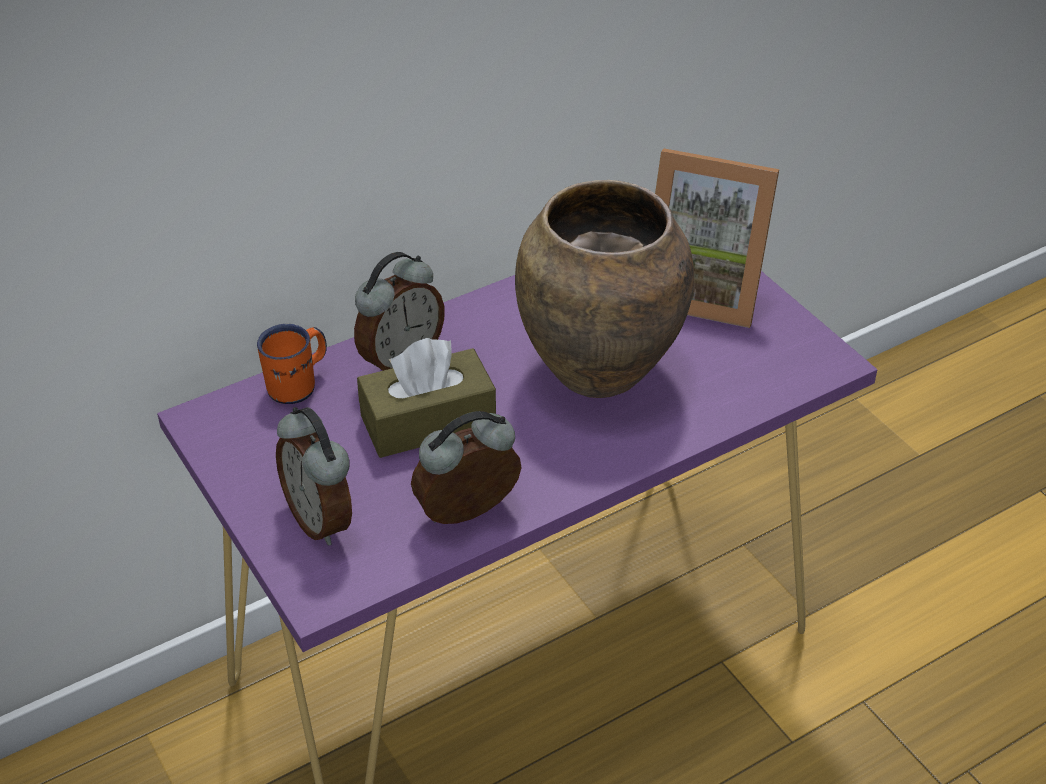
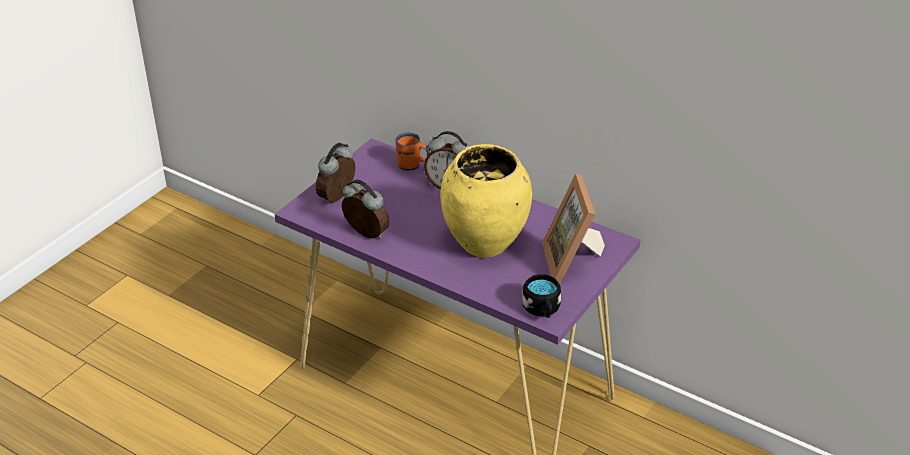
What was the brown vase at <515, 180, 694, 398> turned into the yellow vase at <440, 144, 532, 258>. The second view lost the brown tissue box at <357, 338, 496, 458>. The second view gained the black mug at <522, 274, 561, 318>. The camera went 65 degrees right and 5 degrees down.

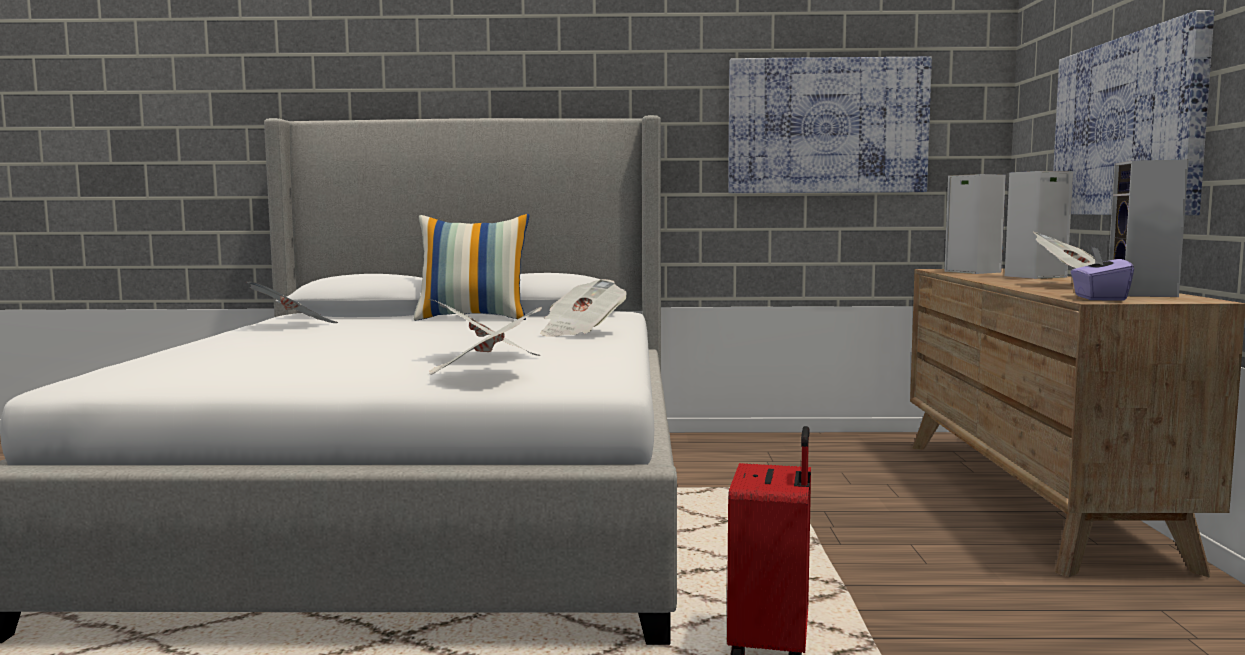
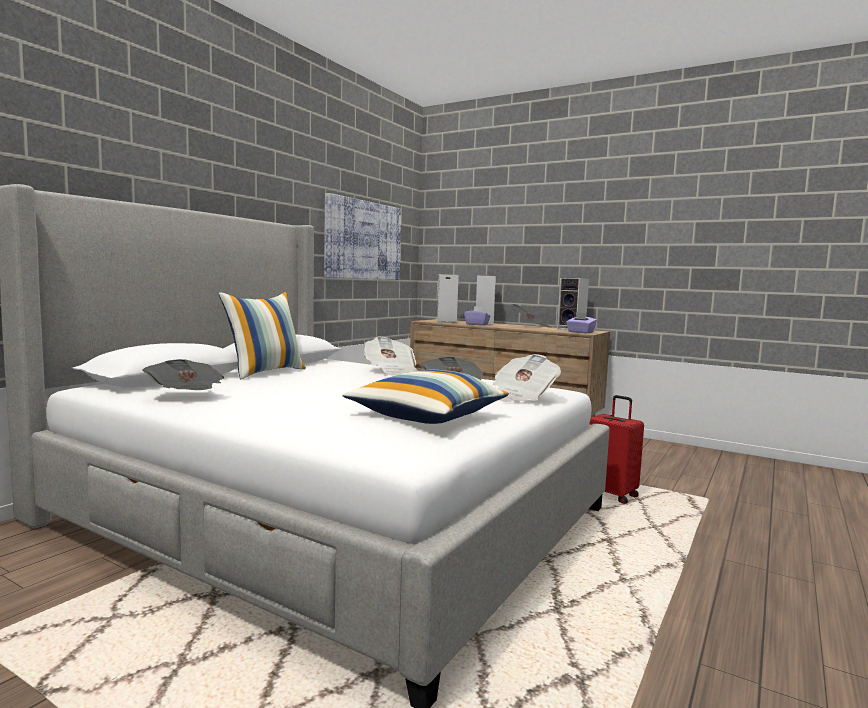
The second view lost the picture at <1053, 10, 1214, 215>. The second view gained the purple tissue box at <464, 306, 490, 325>. The second view gained the pillow at <342, 370, 509, 424>. The camera went 60 degrees left and 0 degrees up.

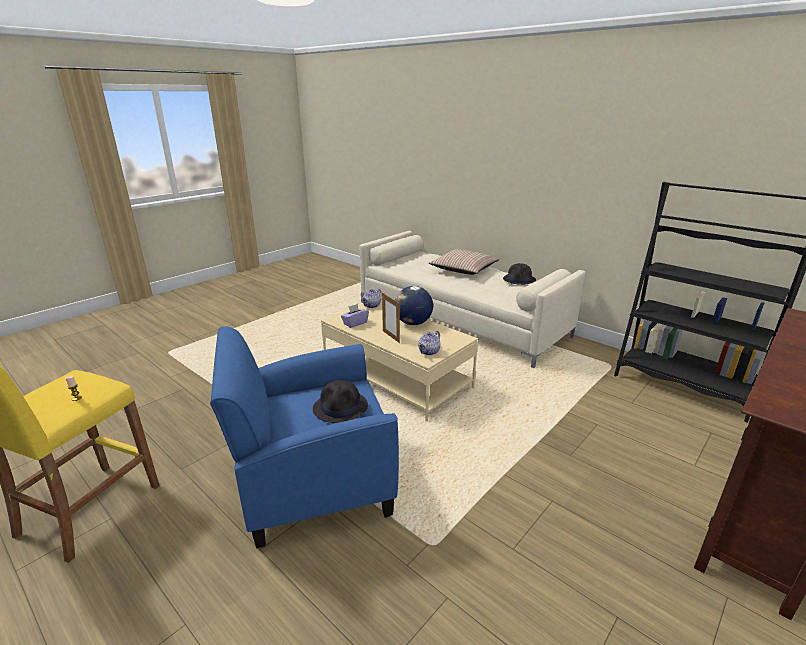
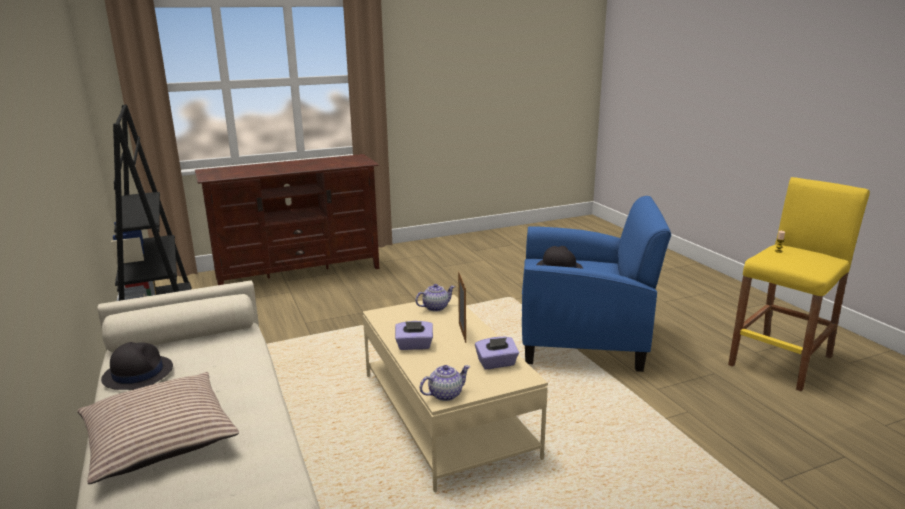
Where the globe stood at <395, 286, 433, 325>, the purple tissue box came to stand at <395, 321, 433, 350>. The camera went 155 degrees left and 5 degrees down.

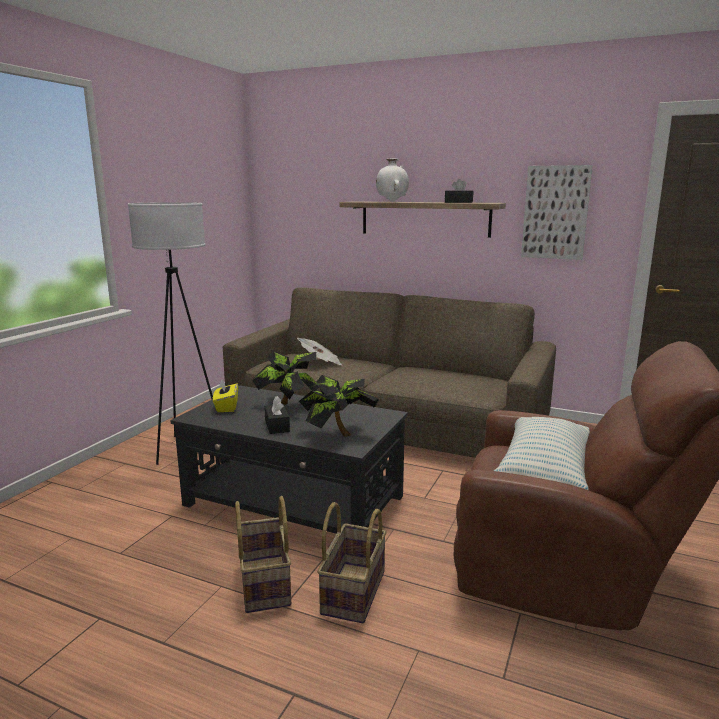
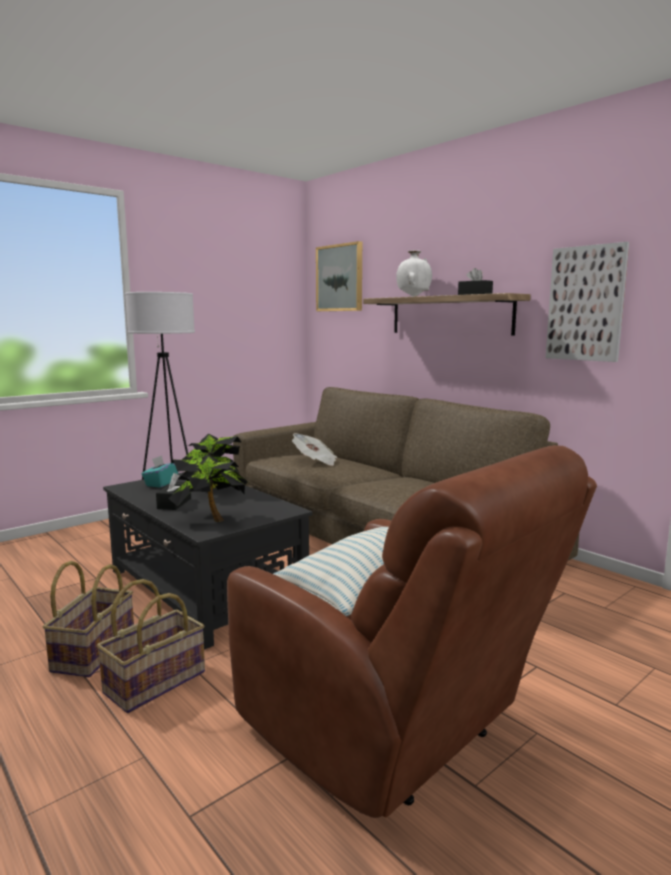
What was the yellow tissue box at <213, 379, 238, 412> turned into the turquoise tissue box at <142, 455, 178, 487>. The second view gained the picture at <316, 241, 362, 311>. The camera went 25 degrees right and 5 degrees down.

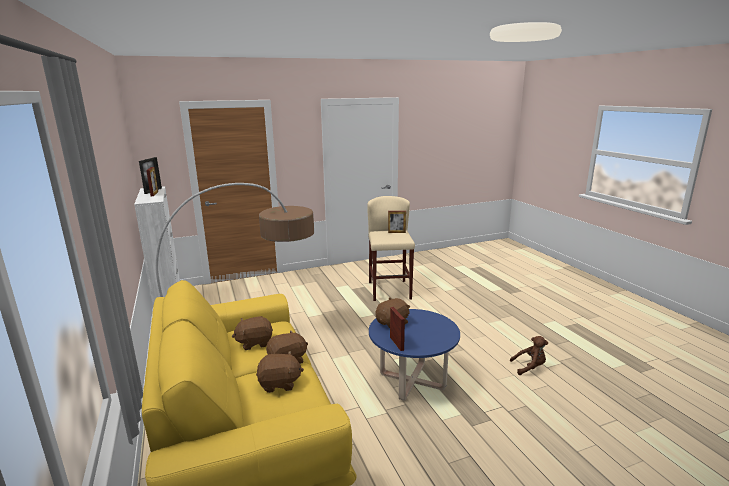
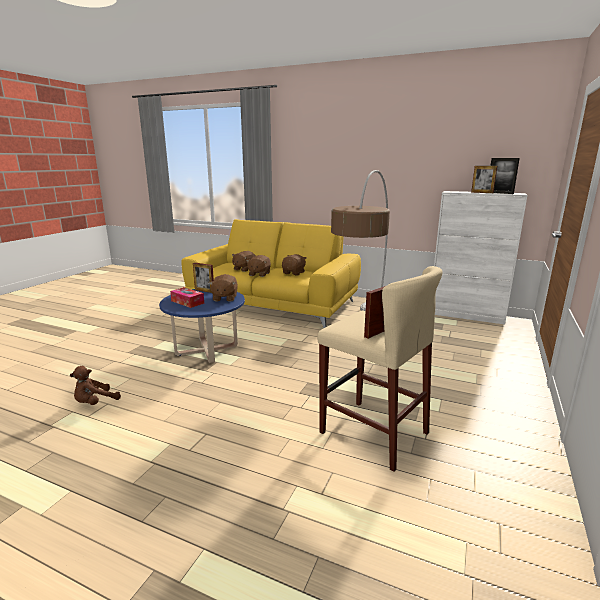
The second view gained the tissue box at <170, 287, 204, 308>. The camera went 135 degrees right and 0 degrees up.

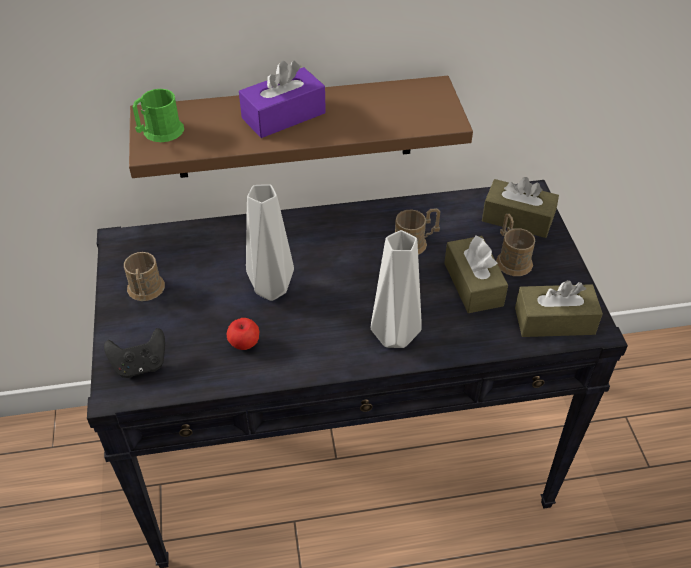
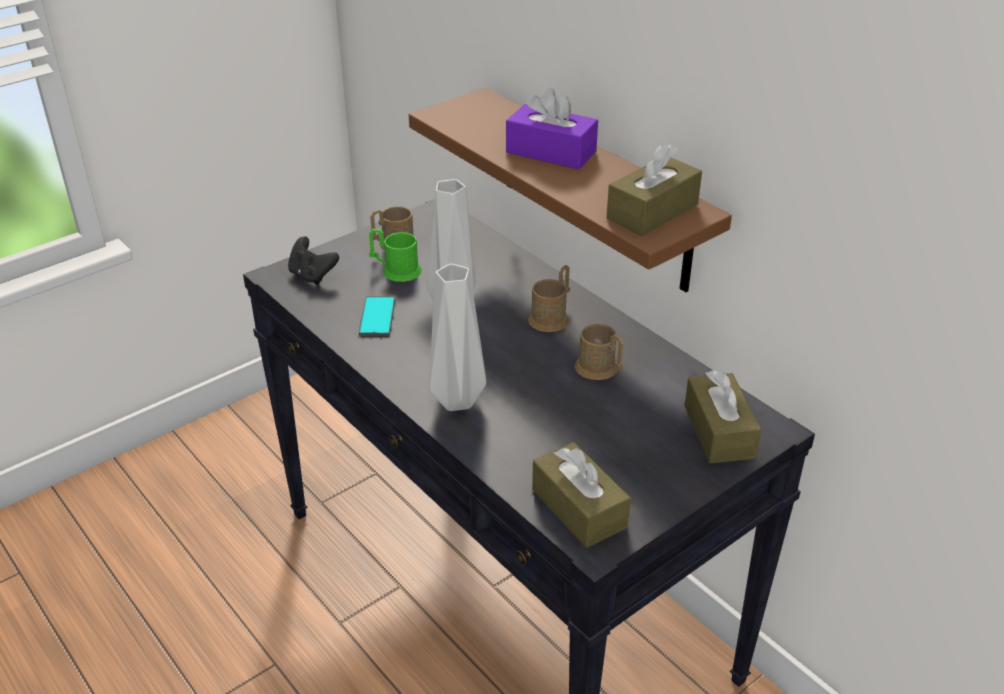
The green mug ended up elsewhere, having gone from <132, 89, 184, 142> to <369, 229, 422, 282>. The brown mug ended up elsewhere, having gone from <496, 214, 535, 276> to <528, 265, 570, 332>. The brown tissue box ended up elsewhere, having gone from <444, 235, 508, 313> to <607, 144, 702, 236>. Where the apple stood at <227, 318, 259, 350>, the phone came to stand at <359, 296, 395, 336>. The camera went 60 degrees right and 10 degrees down.

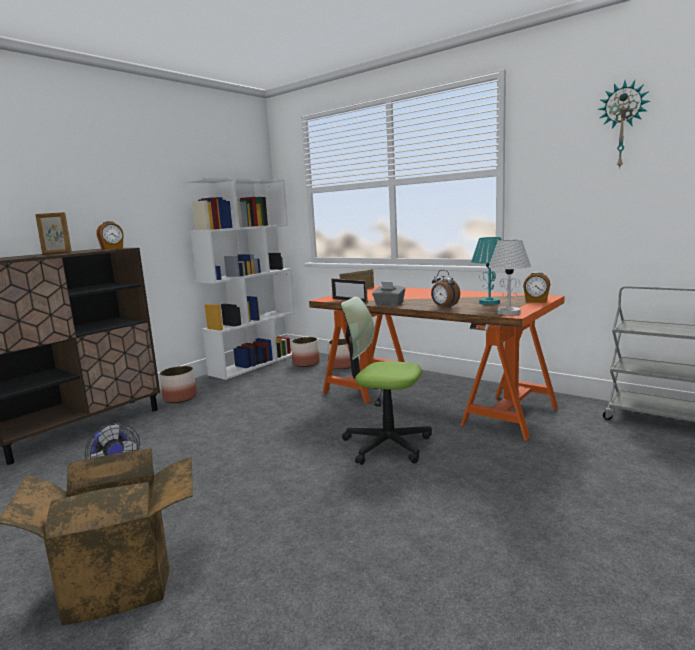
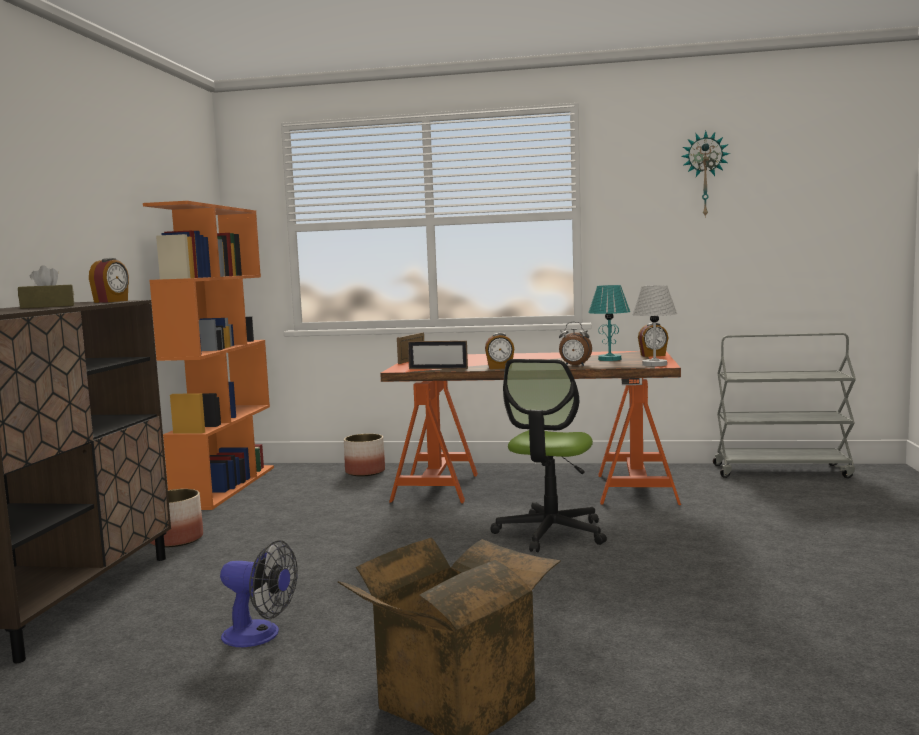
What was the white bookcase at <184, 178, 295, 380> turned into the orange bookcase at <143, 201, 274, 510>. Where the picture frame stood at <35, 212, 72, 255>, the brown tissue box came to stand at <18, 265, 74, 309>. Where the grey tissue box stood at <372, 282, 405, 305>, the alarm clock came to stand at <485, 333, 514, 369>. The office chair at <341, 296, 432, 465> ended up facing another way, 60 degrees counterclockwise from before. The second view lost the planter at <291, 337, 320, 367>. The camera went 30 degrees left and 5 degrees down.

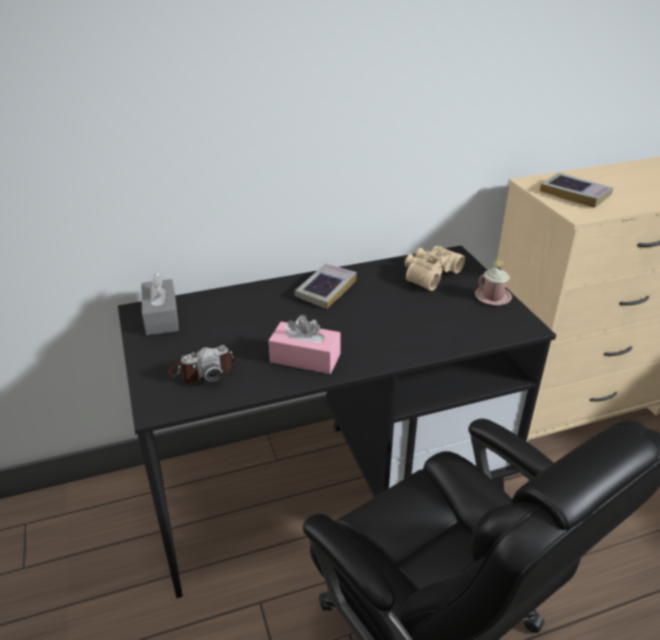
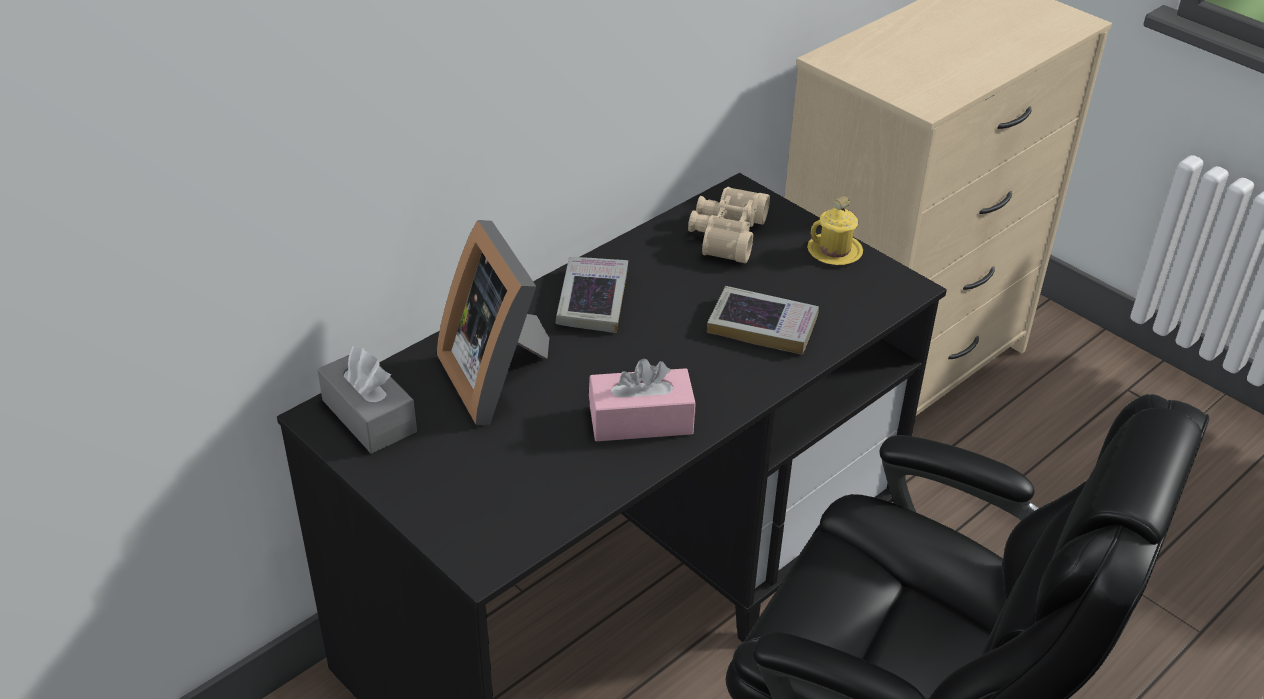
The book ended up elsewhere, having gone from <540, 173, 613, 208> to <707, 286, 819, 355>. What was the pink mug at <475, 260, 512, 305> turned into the yellow mug at <807, 196, 863, 265>. The second view lost the photo camera at <168, 345, 235, 383>. The second view gained the picture frame at <437, 220, 549, 425>. The camera went 25 degrees left and 5 degrees up.

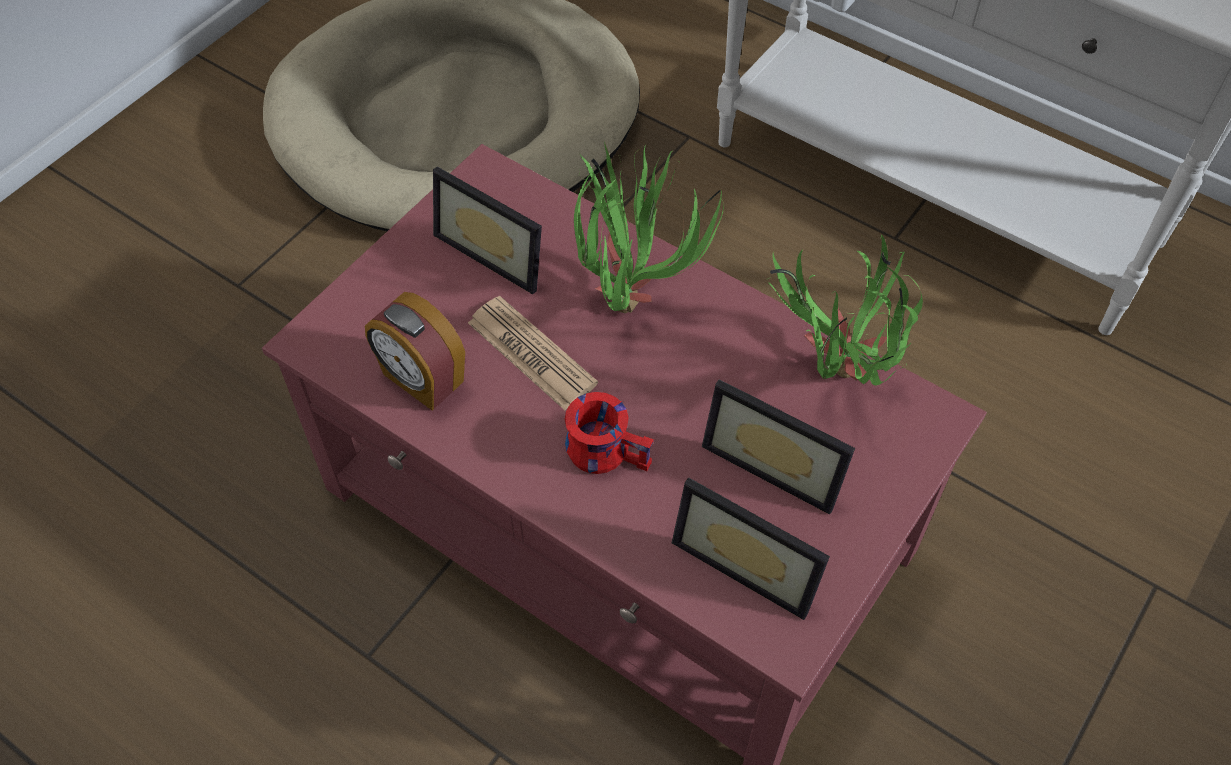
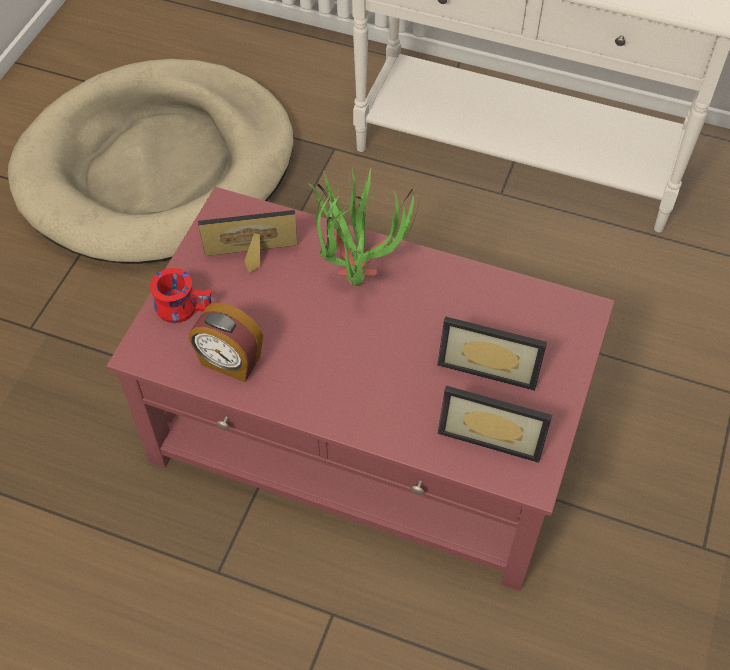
The picture frame at <433, 166, 542, 294> ended up facing another way, 150 degrees clockwise from before. The second view lost the potted plant at <768, 235, 923, 386>. The second view lost the newspaper at <468, 296, 598, 410>. The red mug ended up elsewhere, having gone from <565, 392, 654, 474> to <150, 268, 212, 323>. The camera went 15 degrees left and 0 degrees up.

